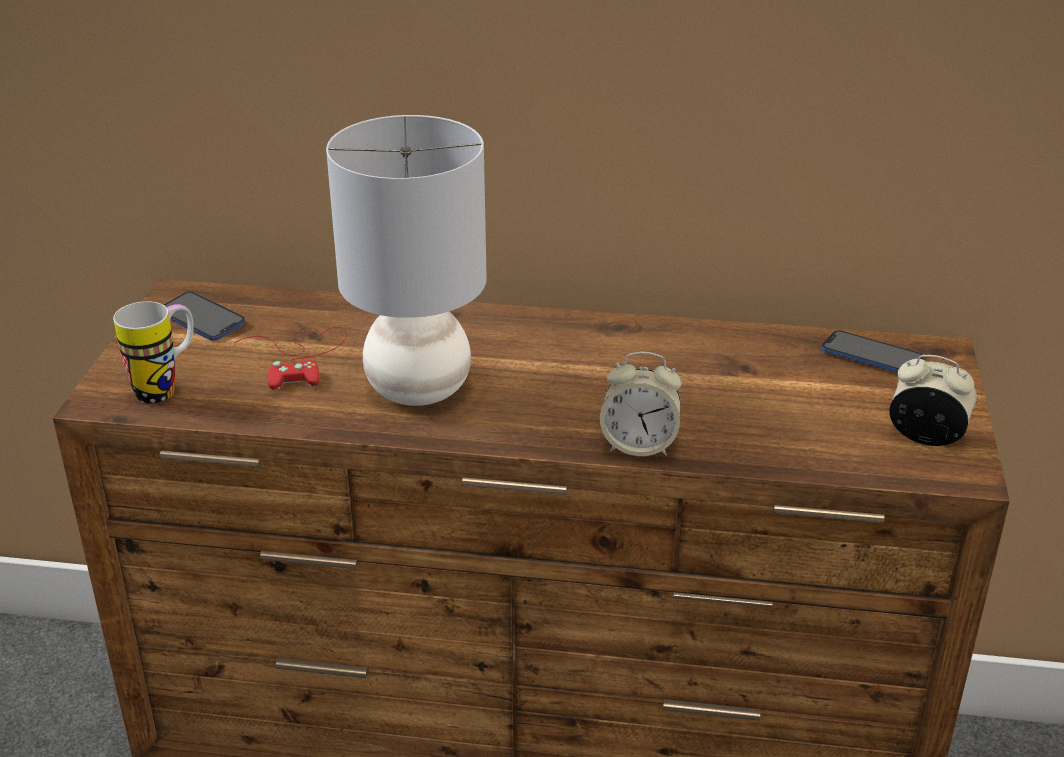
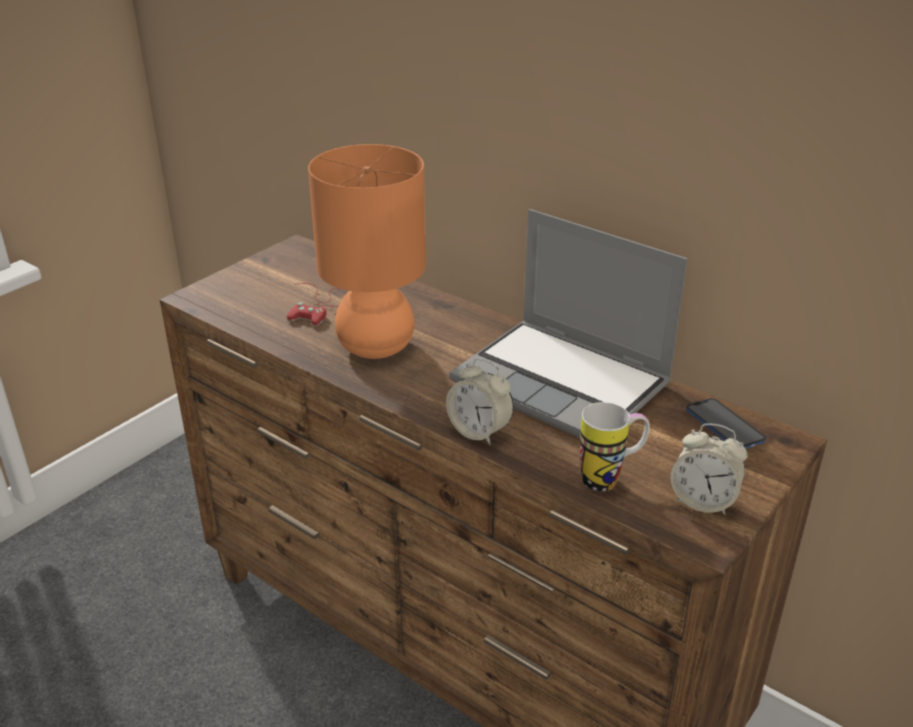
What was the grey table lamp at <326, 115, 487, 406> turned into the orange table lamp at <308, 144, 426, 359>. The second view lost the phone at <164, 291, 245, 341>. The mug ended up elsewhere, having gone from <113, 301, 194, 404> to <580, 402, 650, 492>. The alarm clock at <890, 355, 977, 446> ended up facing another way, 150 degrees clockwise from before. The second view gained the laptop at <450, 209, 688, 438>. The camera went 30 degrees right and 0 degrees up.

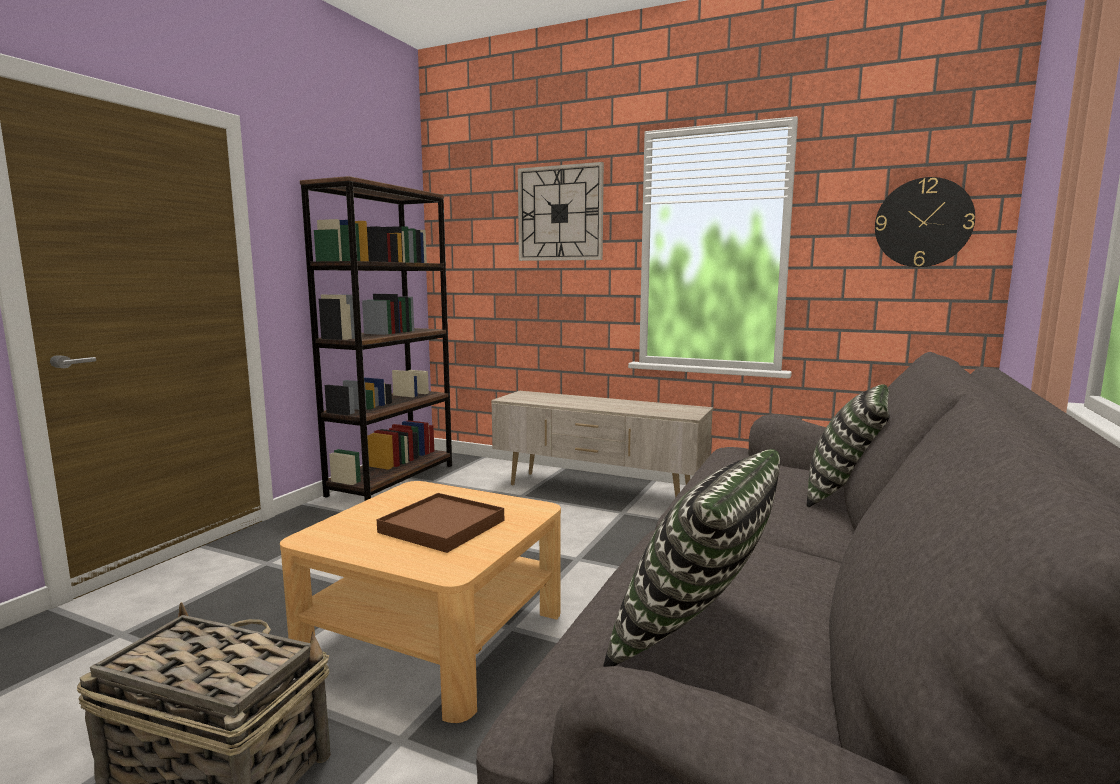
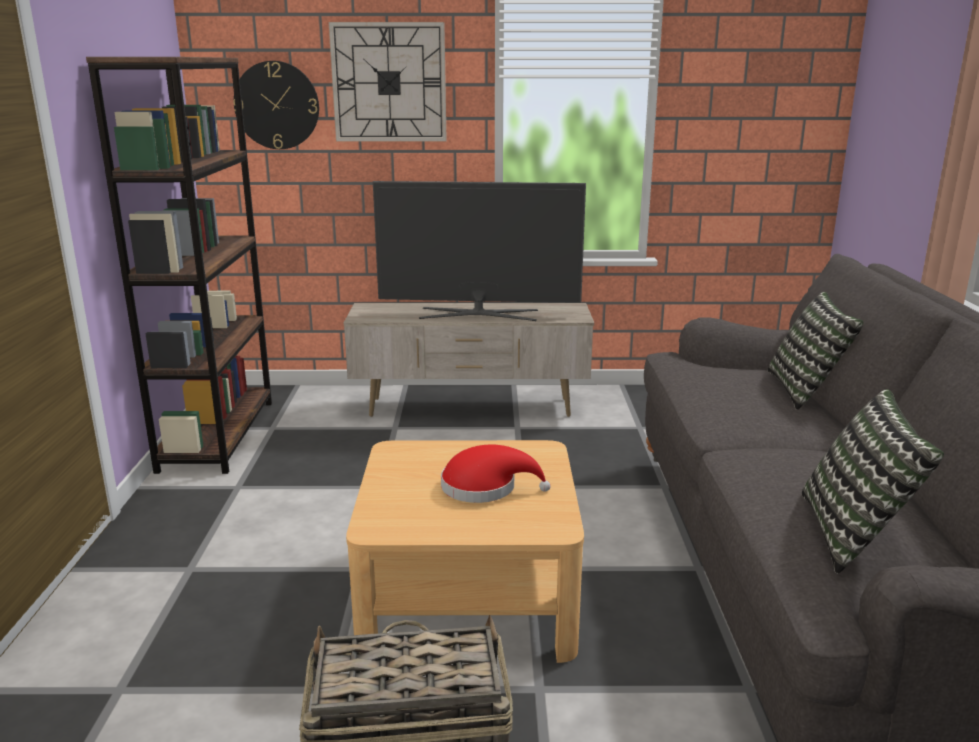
The wall clock ended up elsewhere, having gone from <875, 177, 975, 267> to <233, 61, 319, 149>. Where the brown tray stood at <377, 493, 504, 553>, the red hat came to stand at <441, 445, 550, 503>. The second view gained the television at <373, 181, 586, 321>. The camera went 25 degrees left and 10 degrees up.

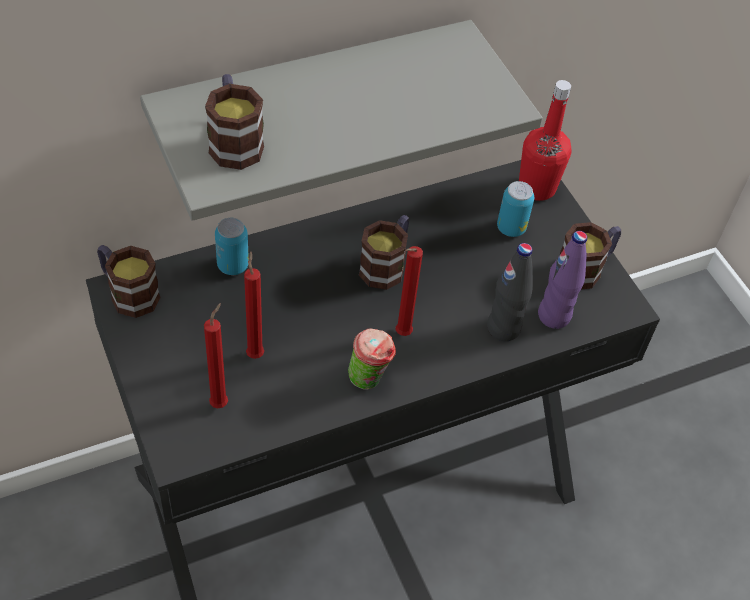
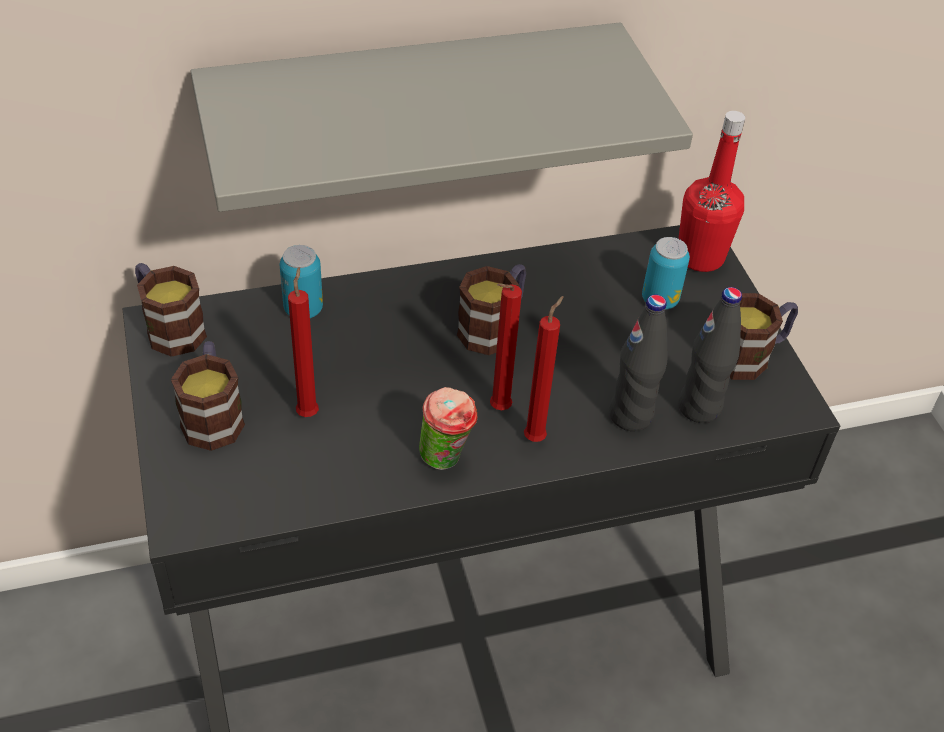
The mug ended up elsewhere, having gone from <205, 74, 264, 170> to <171, 341, 245, 451>. What was the purple bottle at <538, 231, 587, 329> turned into the black bottle at <678, 287, 742, 423>. The red candle ended up elsewhere, having gone from <204, 303, 228, 408> to <524, 296, 564, 442>. The camera went 10 degrees right and 5 degrees down.

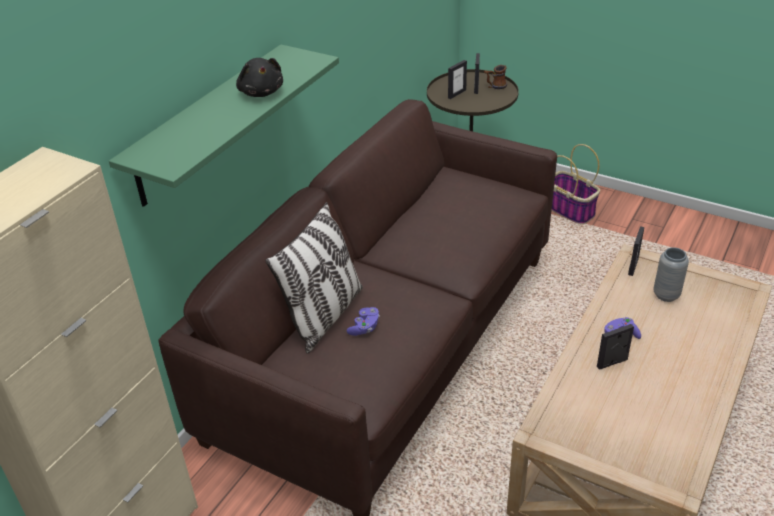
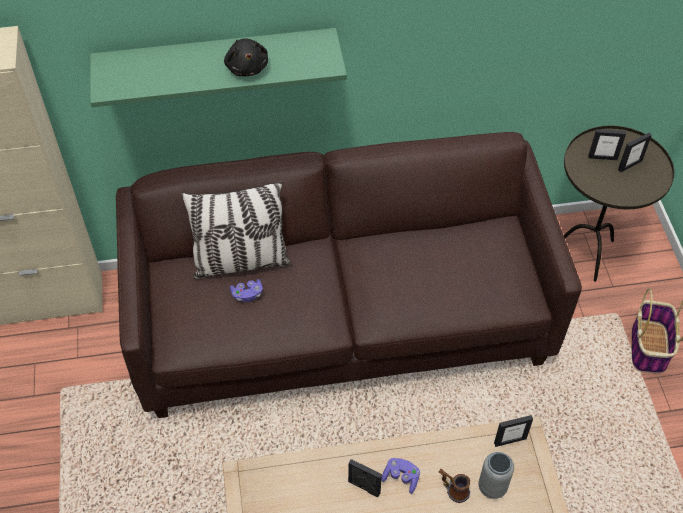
The black plush toy at <236, 58, 283, 97> ended up facing another way, 45 degrees counterclockwise from before. The mug ended up elsewhere, having gone from <484, 65, 507, 89> to <439, 469, 470, 503>. The camera went 50 degrees right and 15 degrees up.

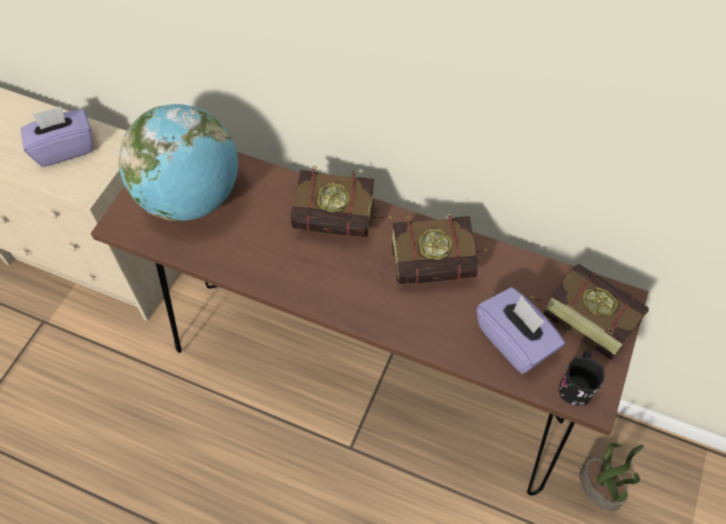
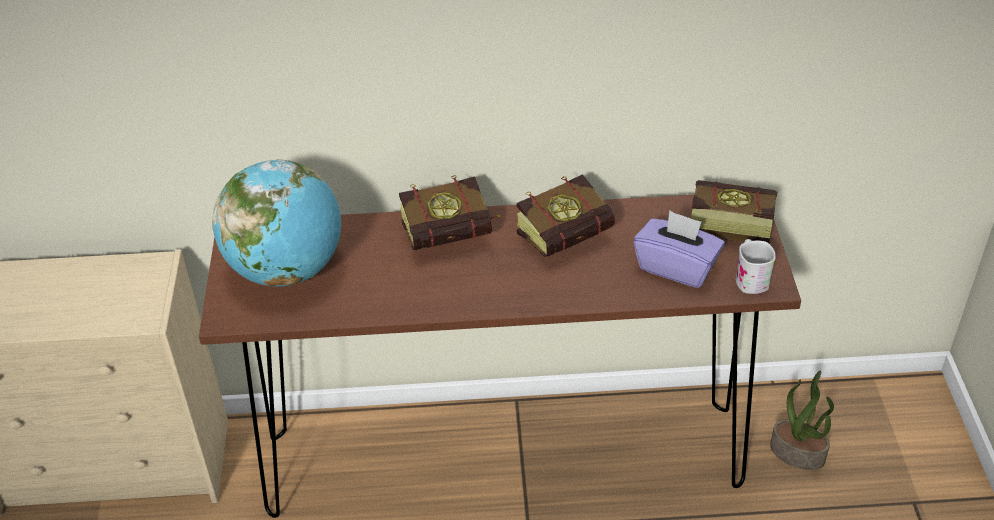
The second view lost the purple tissue box at <21, 106, 93, 167>. What was the black mug at <559, 350, 604, 406> turned into the white mug at <736, 239, 776, 294>. The camera went 25 degrees left and 15 degrees down.

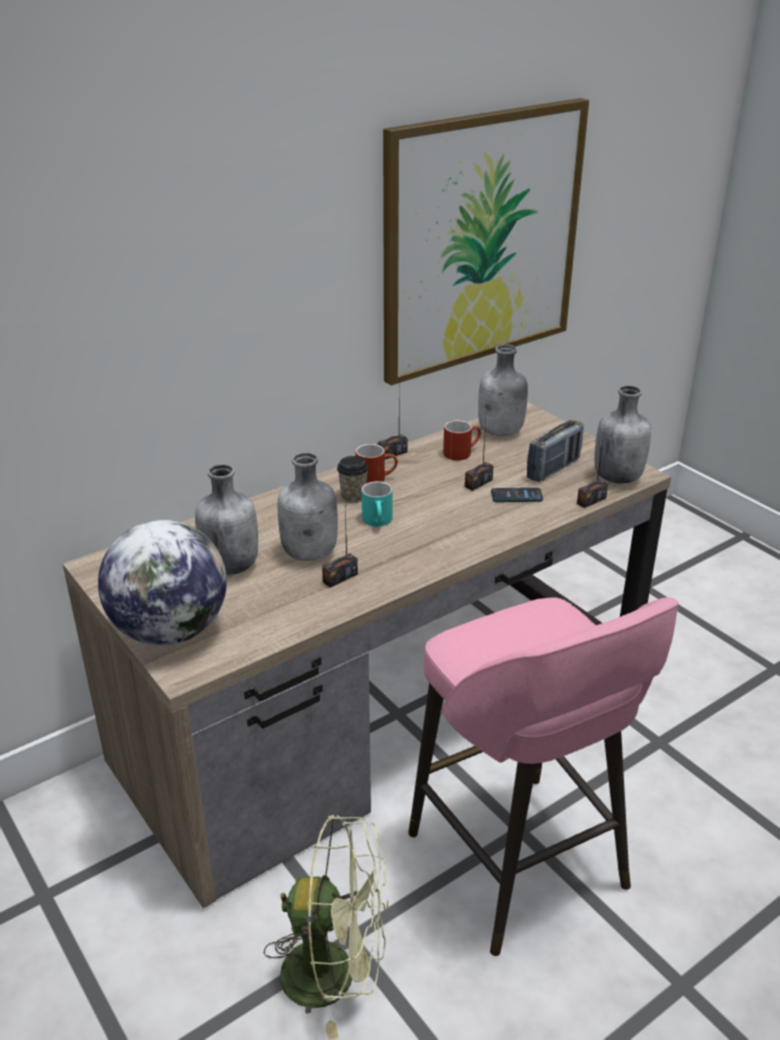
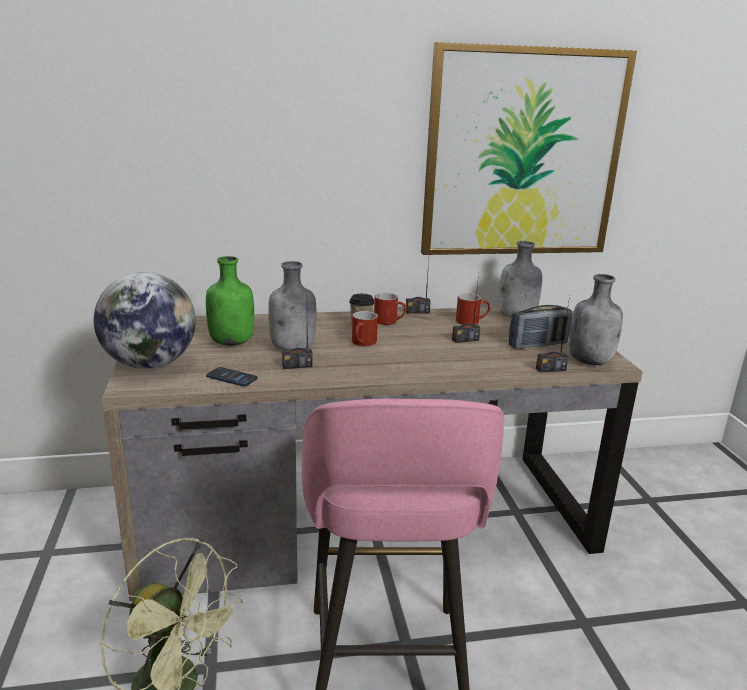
What was the grey bottle at <195, 464, 258, 575> turned into the green bottle at <206, 256, 254, 346>. What was the turquoise mug at <362, 481, 393, 527> turned into the red mug at <352, 311, 378, 346>. The phone ended up elsewhere, having gone from <491, 488, 543, 502> to <206, 367, 258, 386>. The camera went 25 degrees right and 10 degrees down.

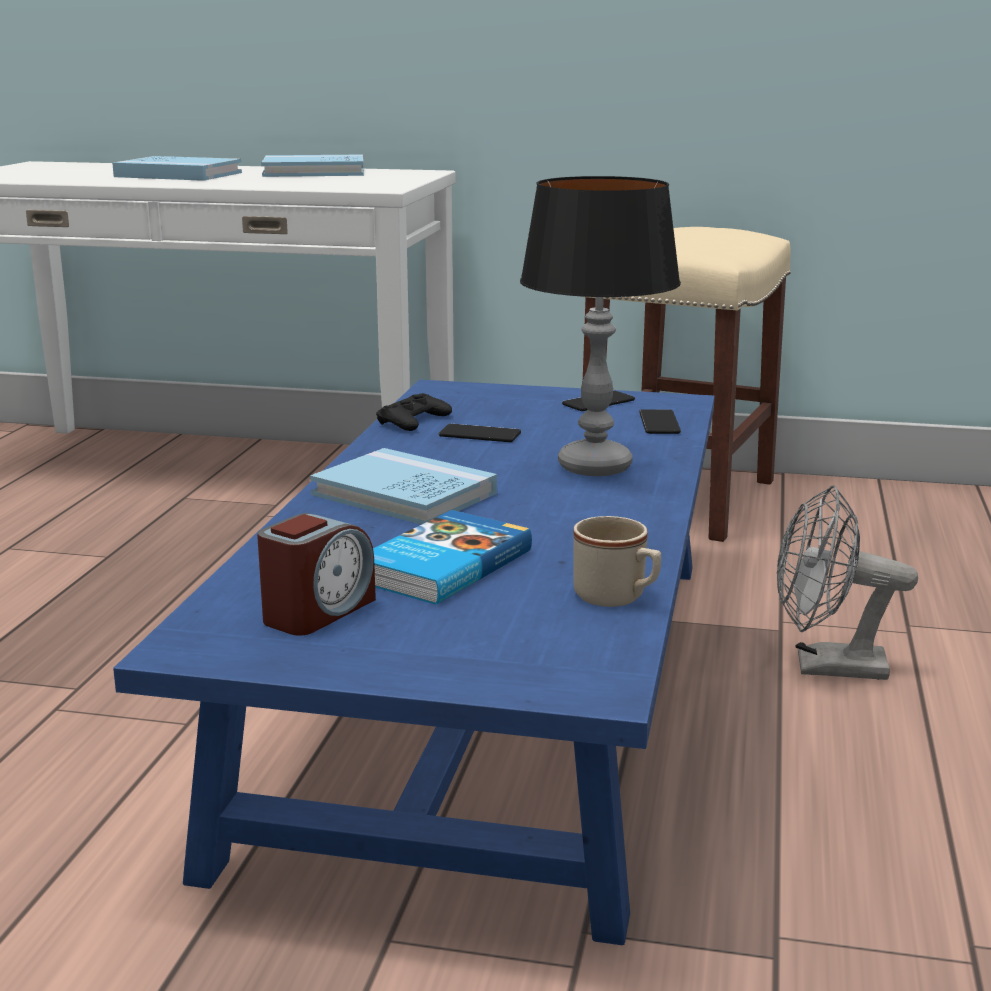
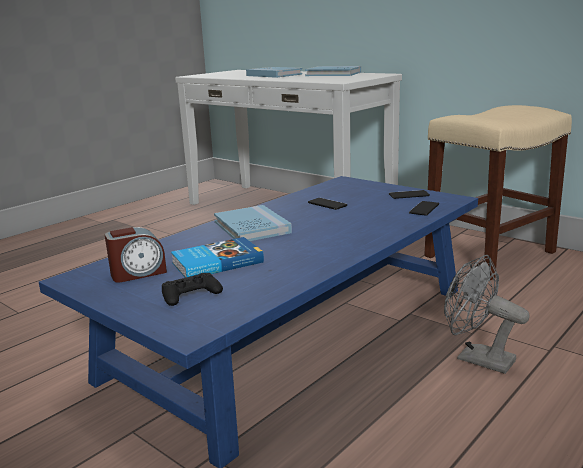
The second view lost the table lamp at <520, 176, 681, 476>. The black game controller ended up elsewhere, having gone from <376, 393, 452, 431> to <162, 273, 223, 306>. The second view lost the beige mug at <573, 516, 661, 607>. The camera went 30 degrees right and 0 degrees up.

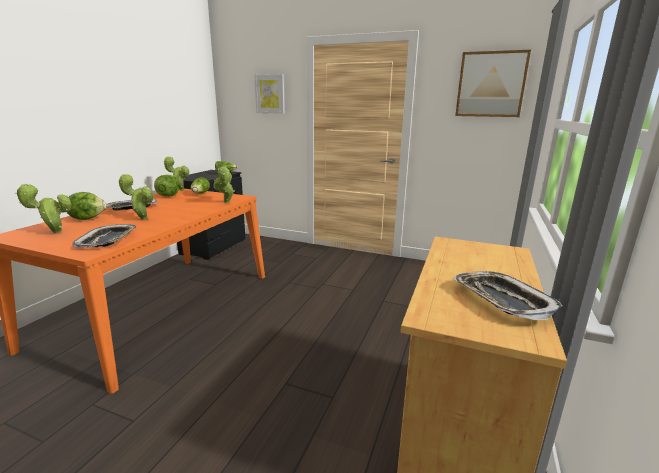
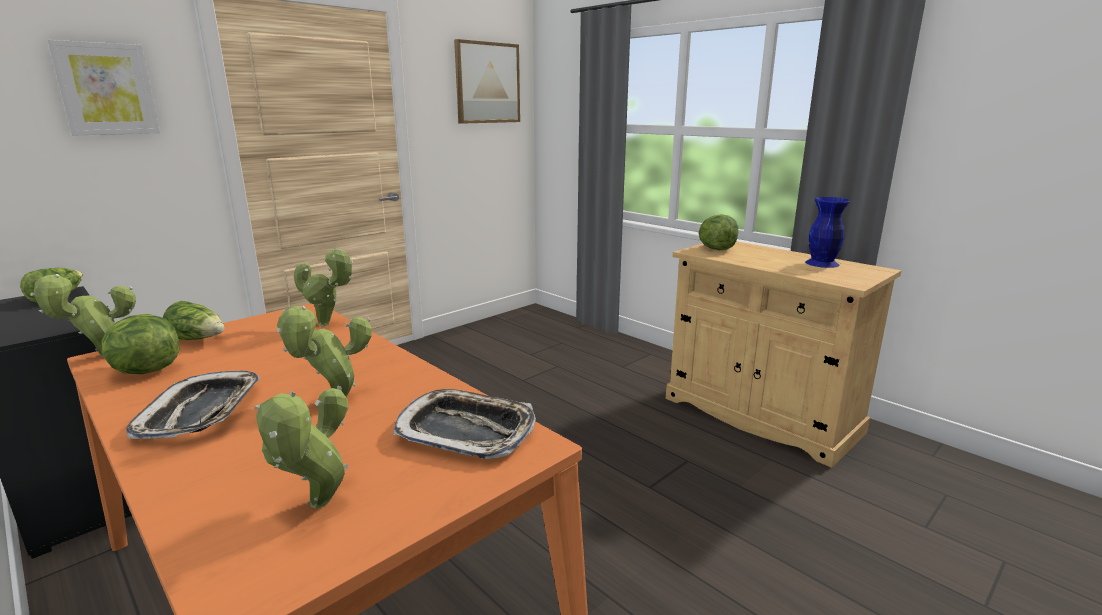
The lettuce ended up elsewhere, having gone from <67, 192, 107, 220> to <699, 214, 738, 250>. Where the tray stood at <453, 271, 563, 320>, the blue vase came to stand at <805, 197, 850, 268>. The camera went 65 degrees left and 0 degrees up.

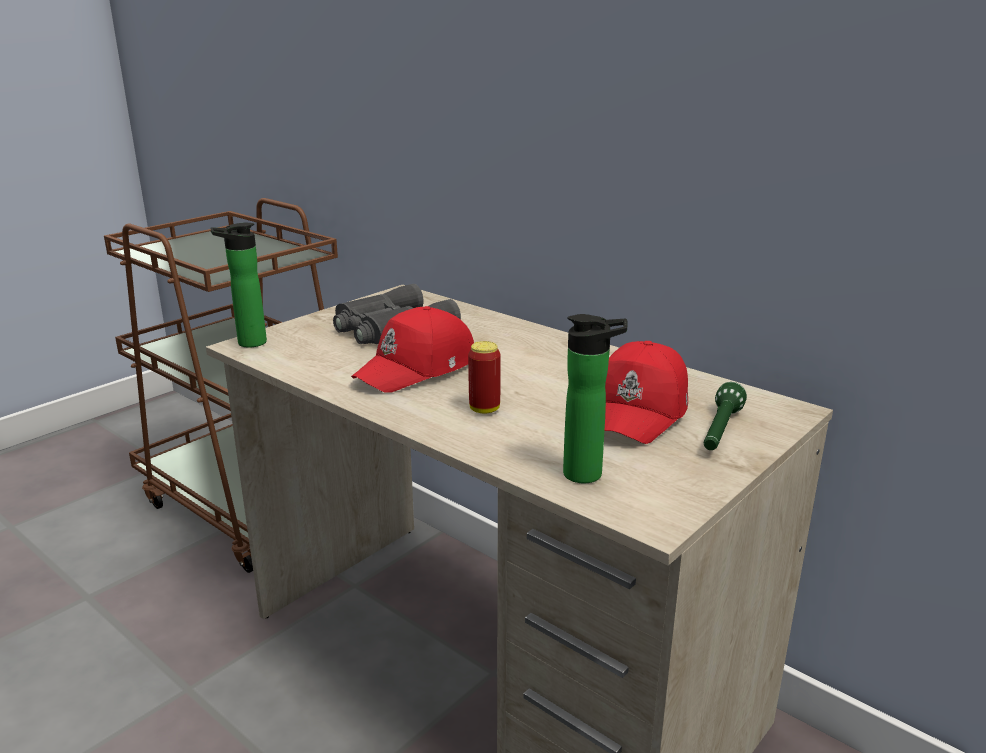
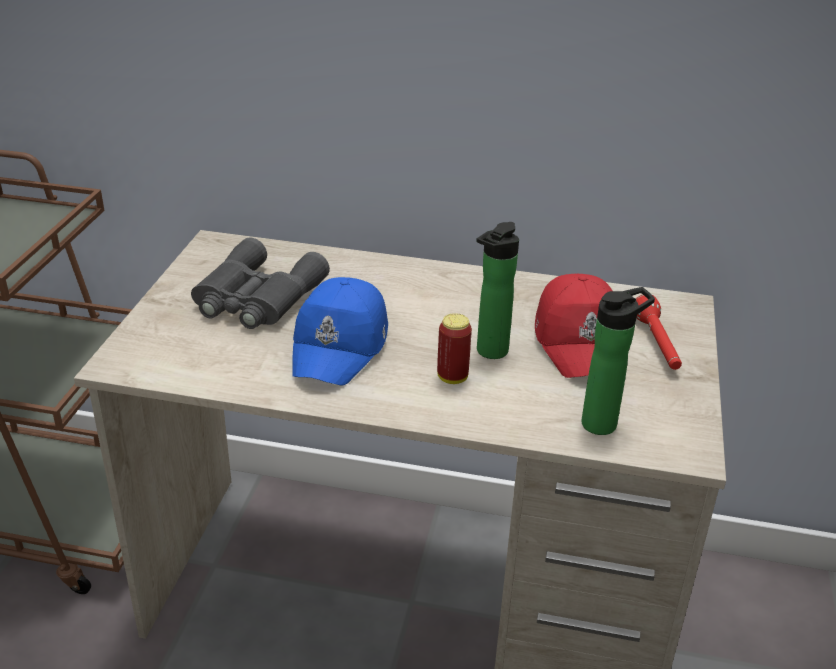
The bottle ended up elsewhere, having gone from <210, 223, 267, 347> to <476, 222, 519, 359>. What was the red cap at <351, 306, 474, 393> turned into the blue cap at <292, 277, 388, 385>. What was the green flashlight at <704, 382, 747, 450> turned into the red flashlight at <636, 295, 682, 370>. The camera went 30 degrees left and 10 degrees up.

